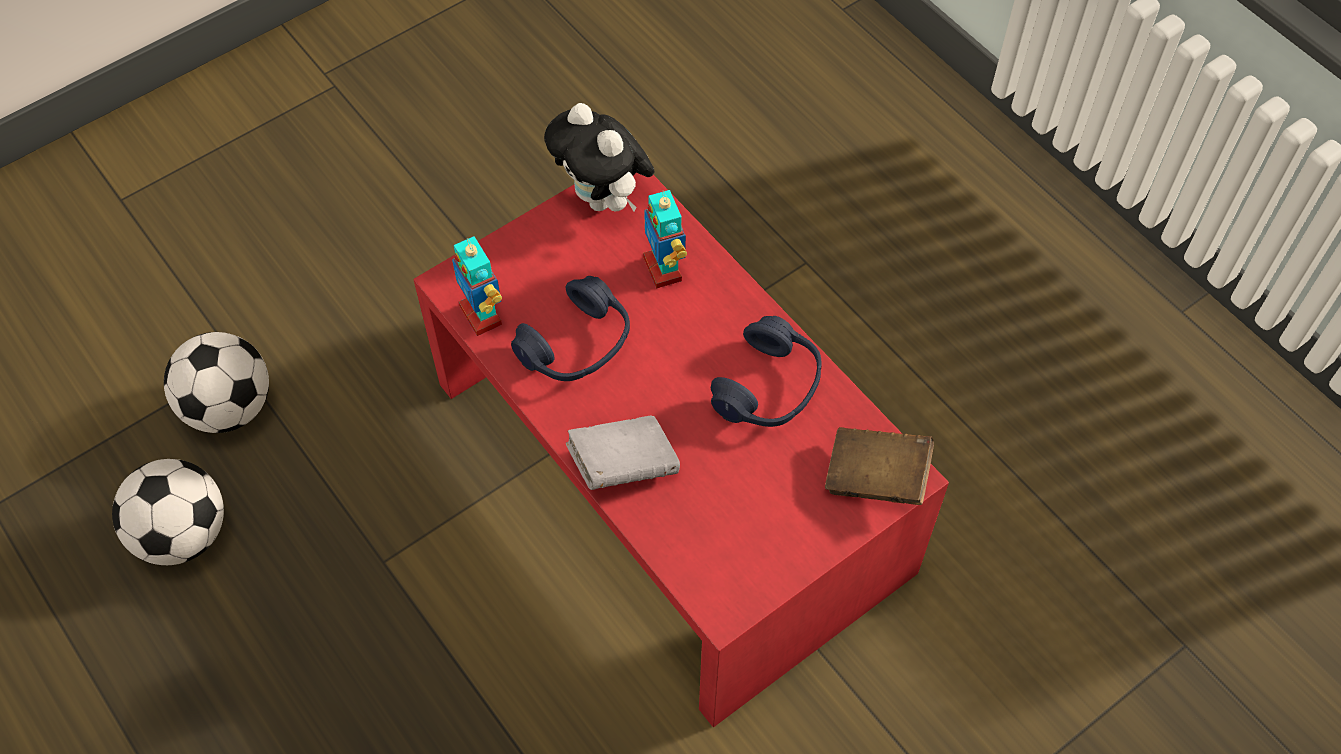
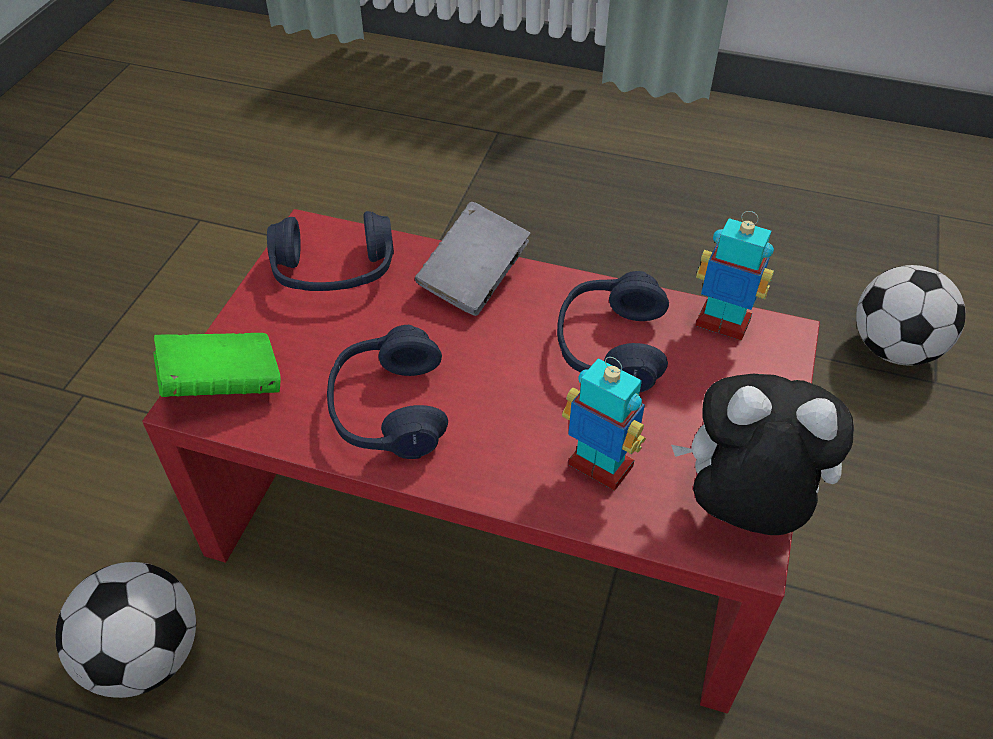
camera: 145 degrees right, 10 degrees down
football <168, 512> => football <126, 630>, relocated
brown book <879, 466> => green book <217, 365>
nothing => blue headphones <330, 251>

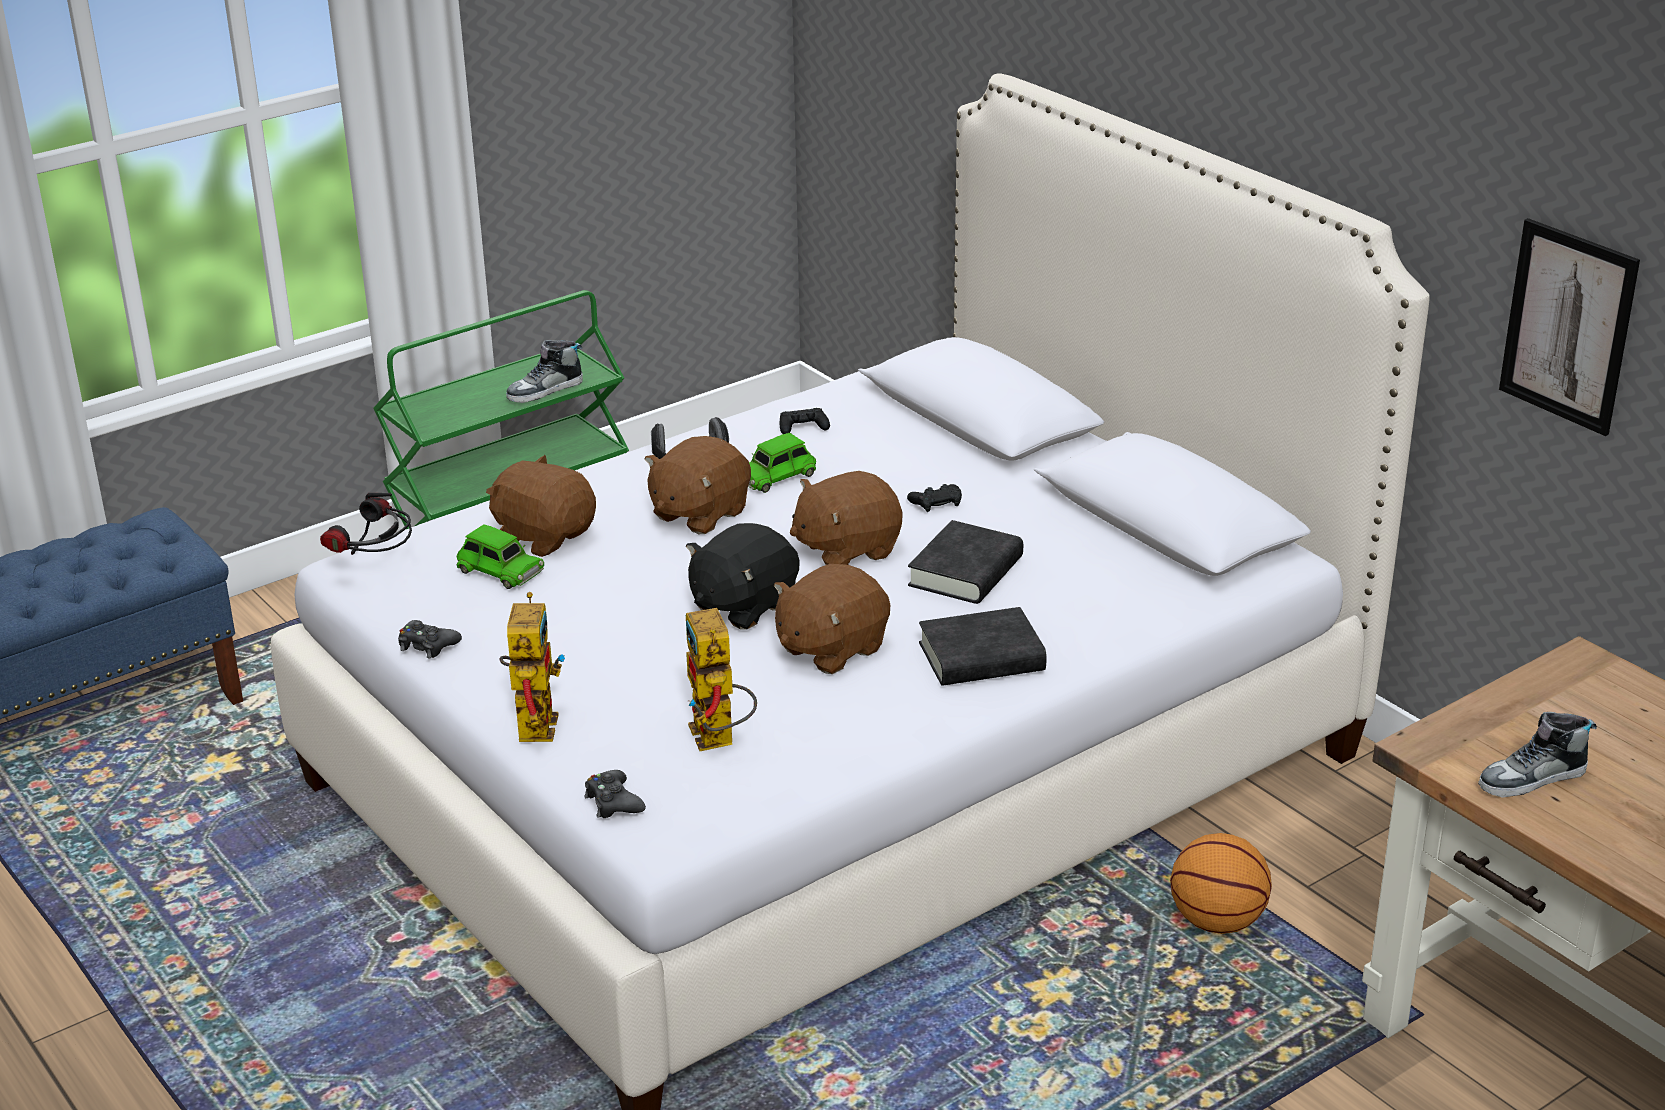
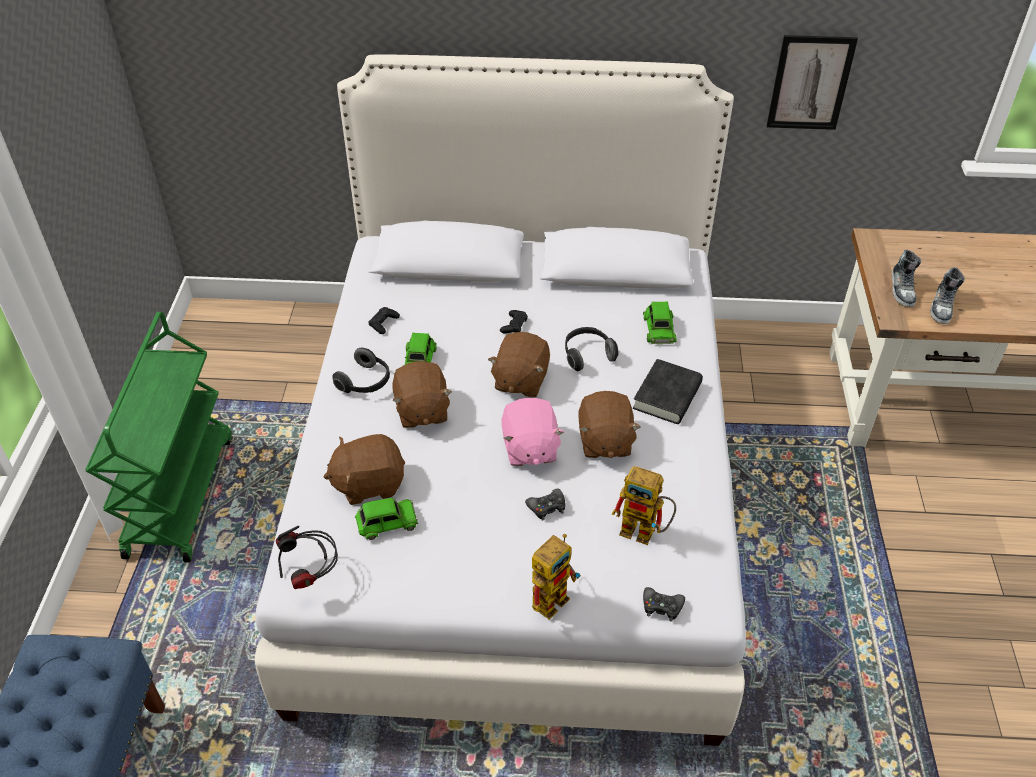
camera: 50 degrees left, 15 degrees up
black game controller <430, 639> => black game controller <545, 504>, relocated
toy robot <532, 667> => toy robot <556, 577>, 90 degrees clockwise
shoe <544, 371> => shoe <906, 278>, relocated
black plush toy <743, 576> => pink plush toy <533, 432>
black book <965, 562> => headphones <592, 349>
basketball <1221, 883> => nothing
nothing => green toy car <660, 323>

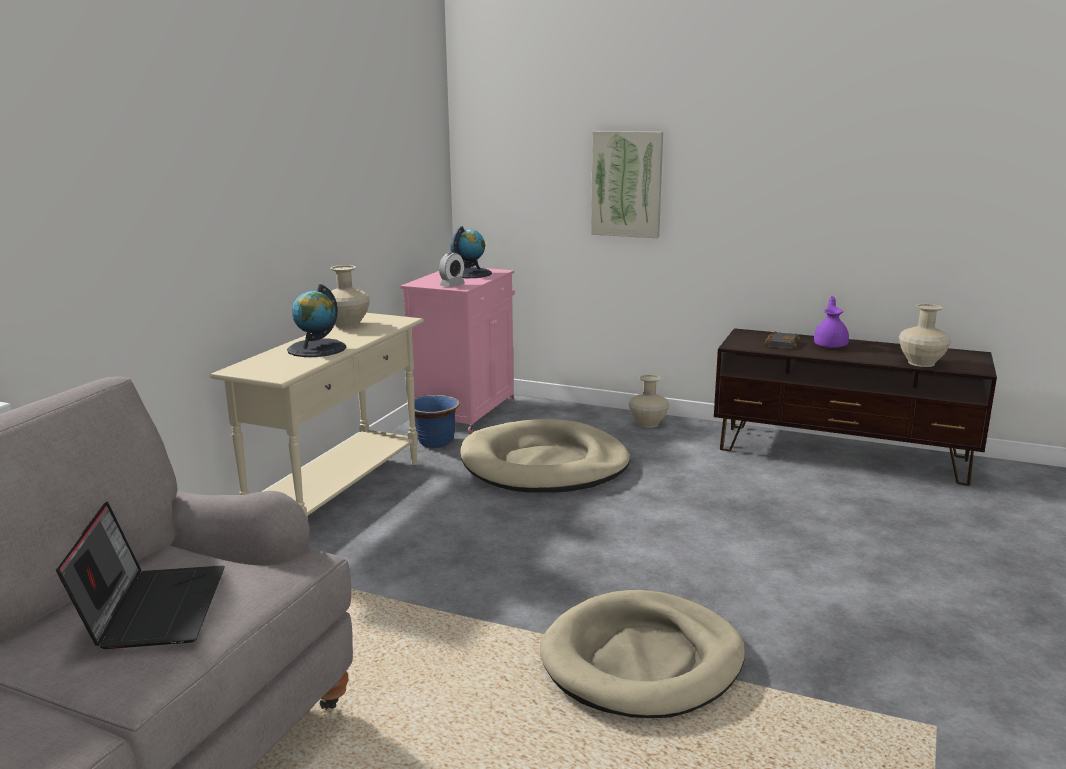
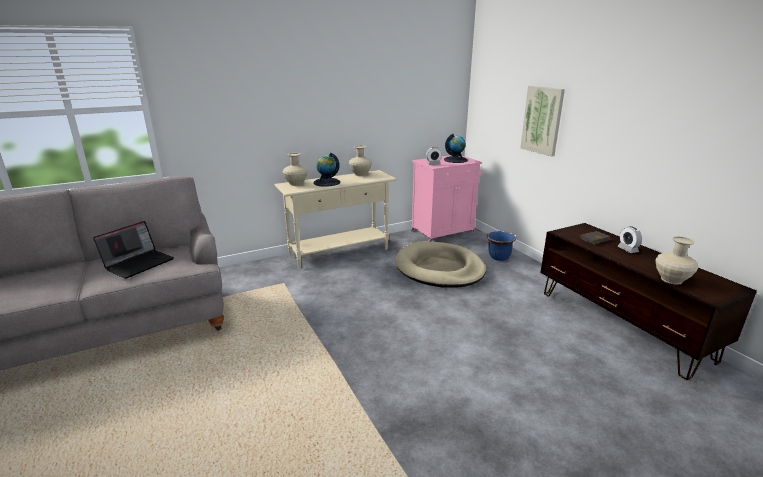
camera: 40 degrees right, 5 degrees up
blue planter <437, 421> => blue planter <501, 246>, relocated
beige dog bed <642, 654> => nothing
beige vase <649, 401> => beige vase <295, 169>, relocated
purple teapot <831, 322> => alarm clock <630, 239>

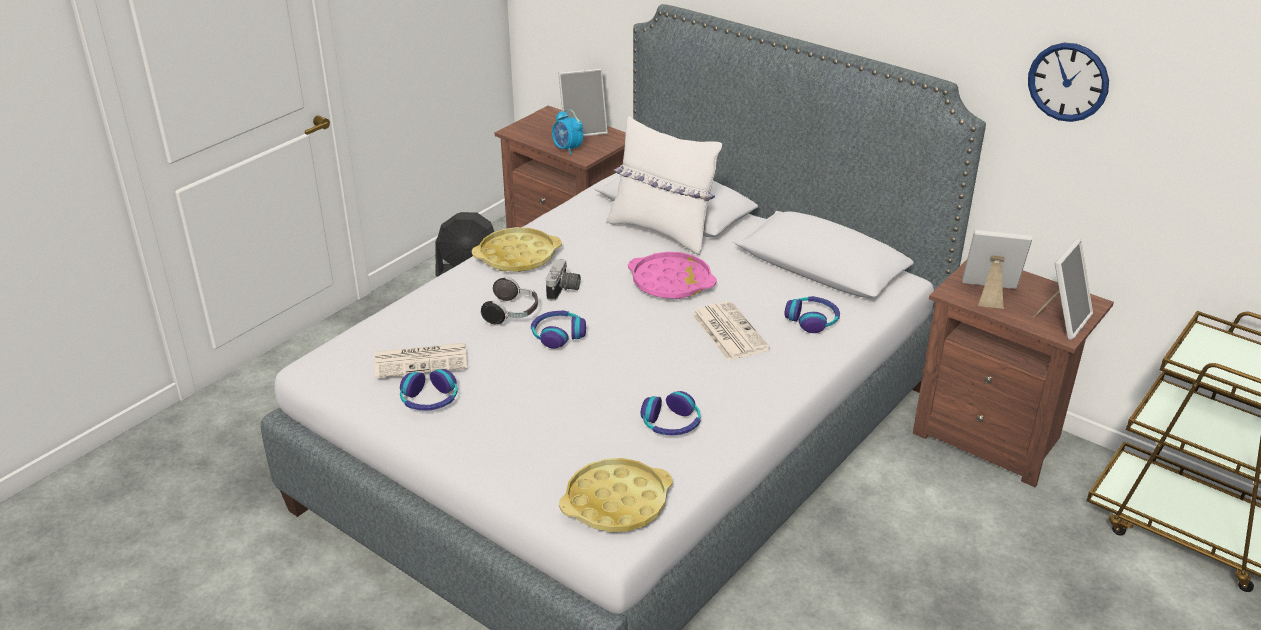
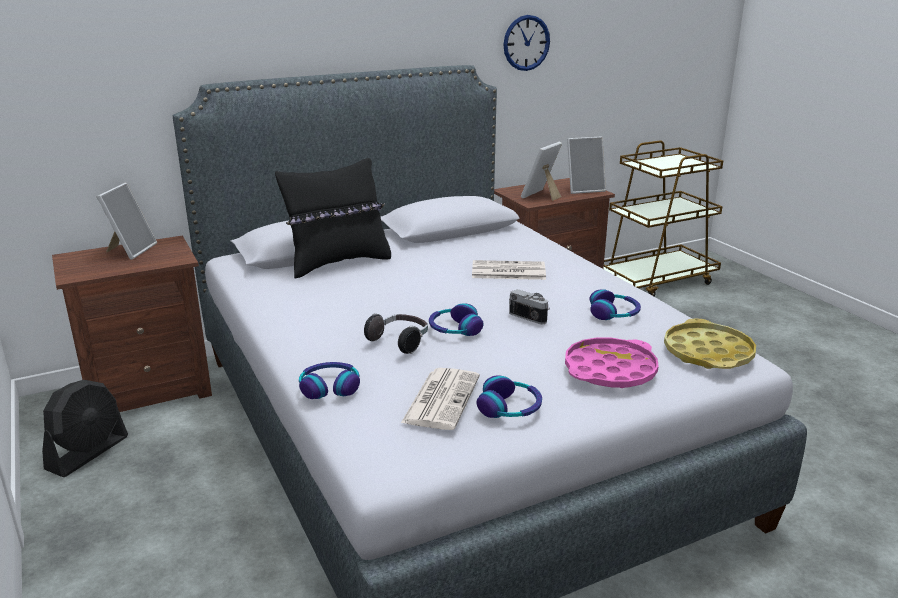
camera: 65 degrees left, 10 degrees down
yellow tray <517, 249> => nothing
photo camera <563, 280> => photo camera <529, 307>, relocated
alarm clock <567, 132> => nothing
white pillow <664, 185> => black pillow <333, 218>
pink tray <672, 275> => pink tray <612, 363>, relocated
headphones <812, 314> => headphones <329, 380>, relocated
picture frame <1063, 289> => picture frame <586, 165>, 105 degrees clockwise

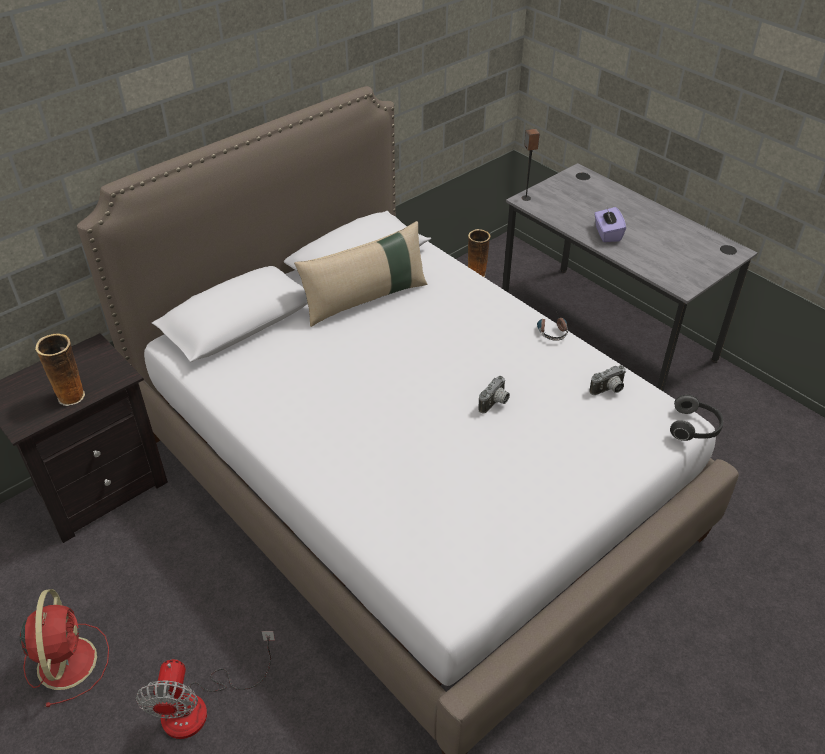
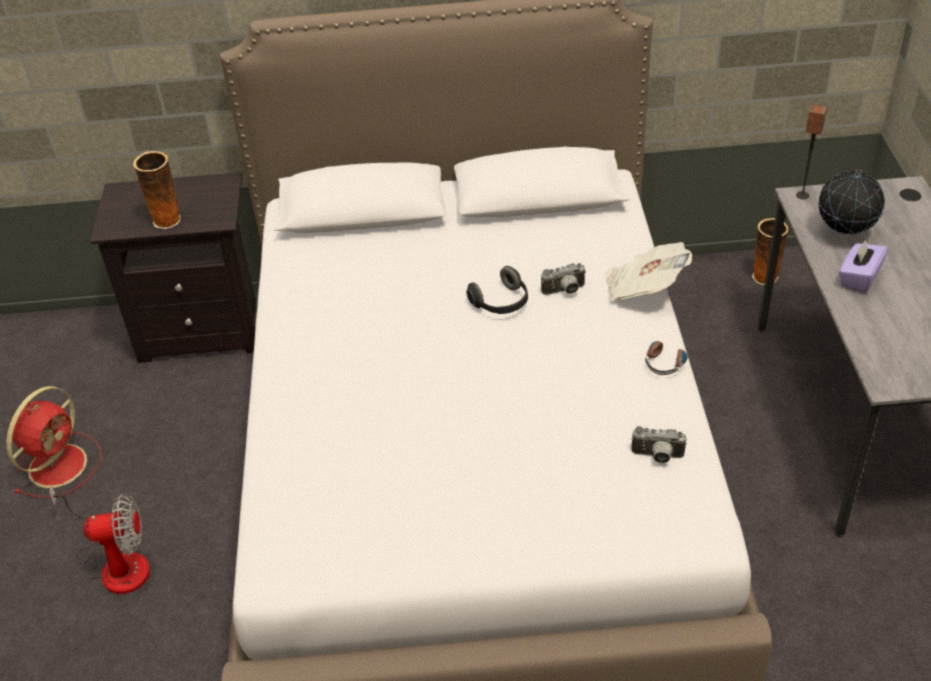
camera: 40 degrees right, 0 degrees up
fan <205, 685> => fan <99, 539>, 135 degrees counterclockwise
beige pillow <360, 274> => nothing
photo camera <494, 394> => photo camera <563, 279>, relocated
headphones <697, 418> => headphones <497, 290>, relocated
nothing => newspaper <648, 271>
nothing => globe <851, 202>

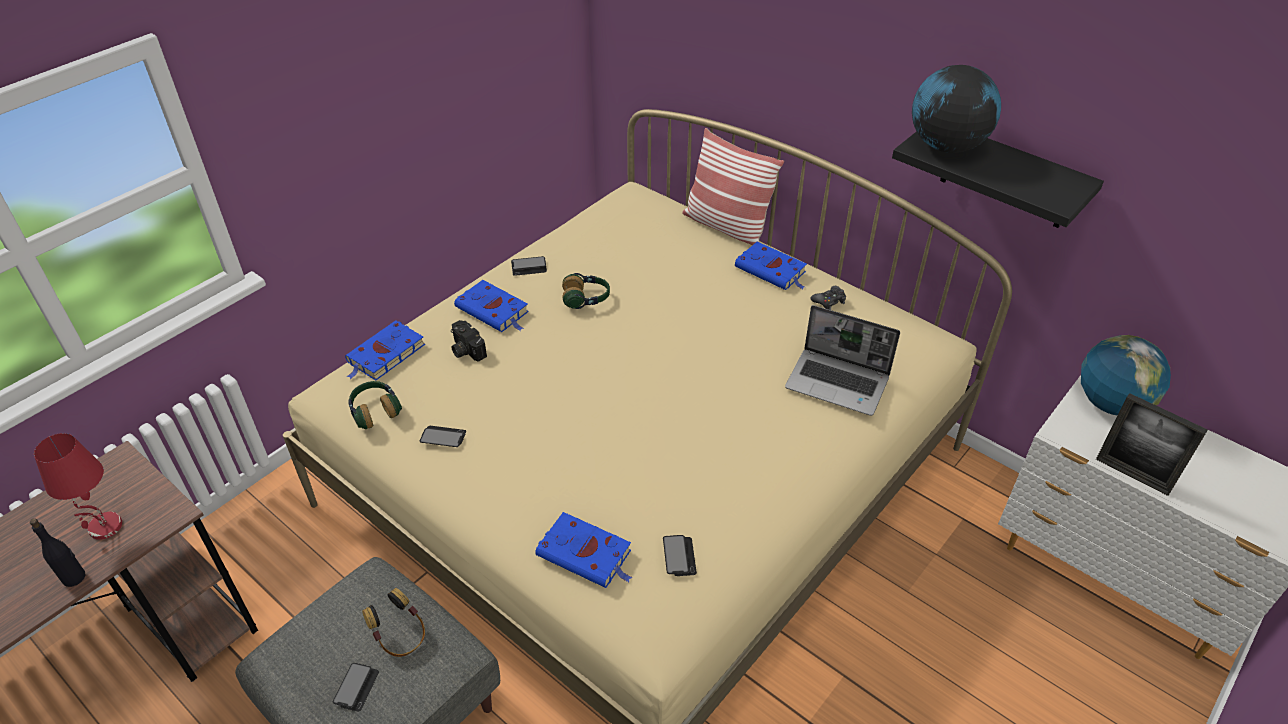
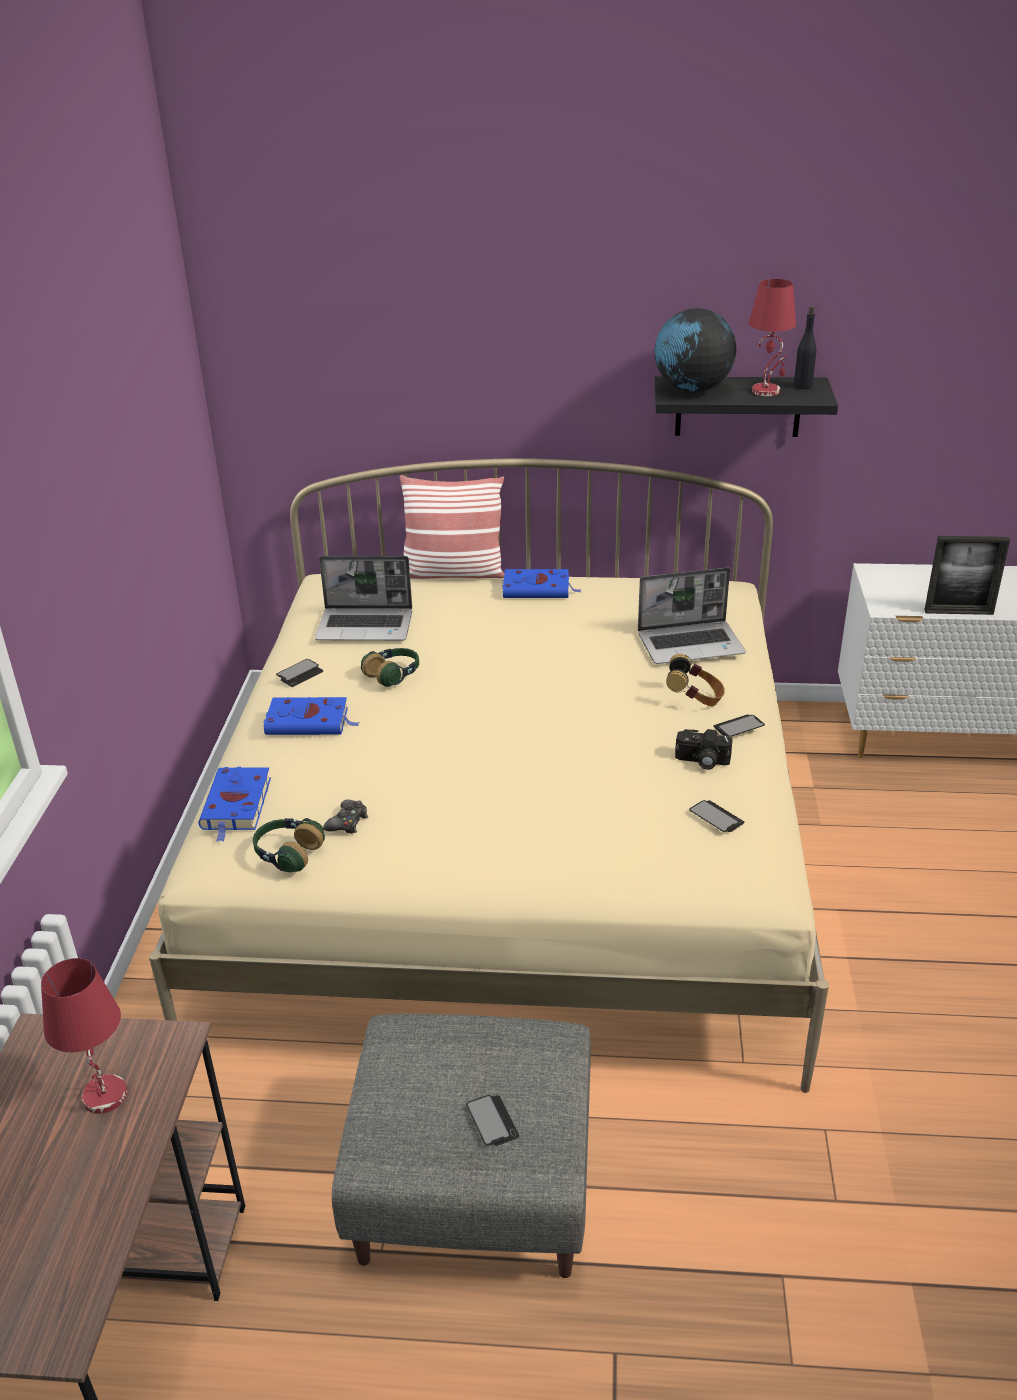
camera: 35 degrees left, 10 degrees down
black bottle <57, 552> => black bottle <805, 347>, relocated
headphones <393, 622> => headphones <695, 680>, relocated
phone <443, 436> => phone <739, 725>, relocated
photo camera <469, 341> => photo camera <704, 749>, relocated
blue book <584, 550> => nothing
black game controller <828, 298> => black game controller <345, 817>, relocated
globe <1126, 375> => nothing
nothing => laptop <363, 598>
nothing => red table lamp <772, 337>

